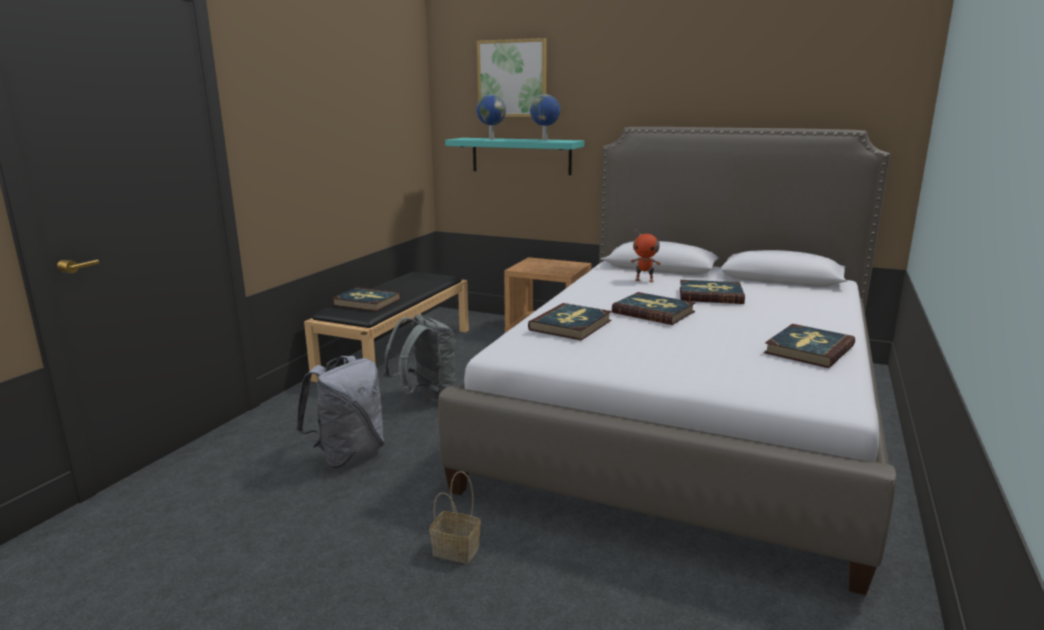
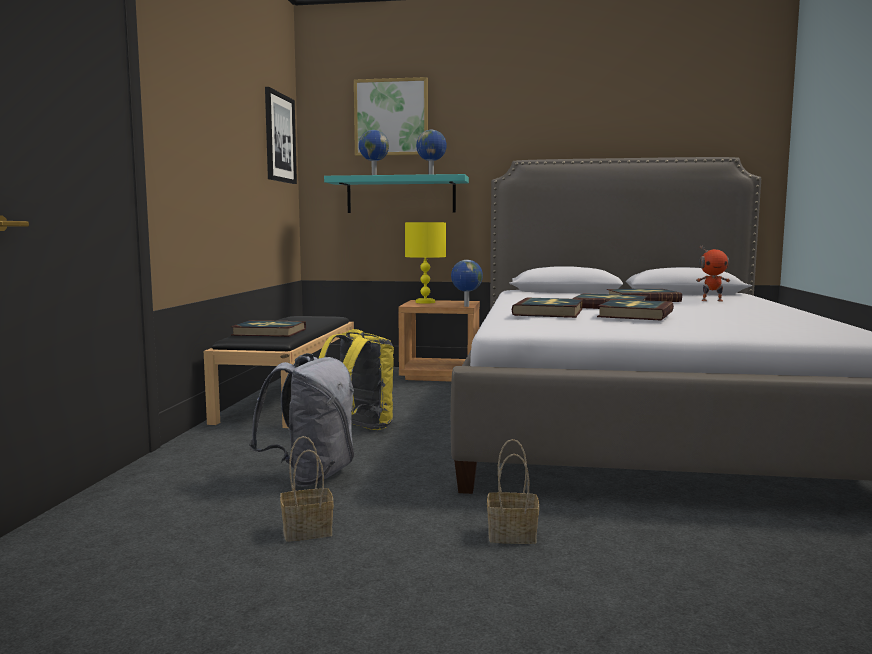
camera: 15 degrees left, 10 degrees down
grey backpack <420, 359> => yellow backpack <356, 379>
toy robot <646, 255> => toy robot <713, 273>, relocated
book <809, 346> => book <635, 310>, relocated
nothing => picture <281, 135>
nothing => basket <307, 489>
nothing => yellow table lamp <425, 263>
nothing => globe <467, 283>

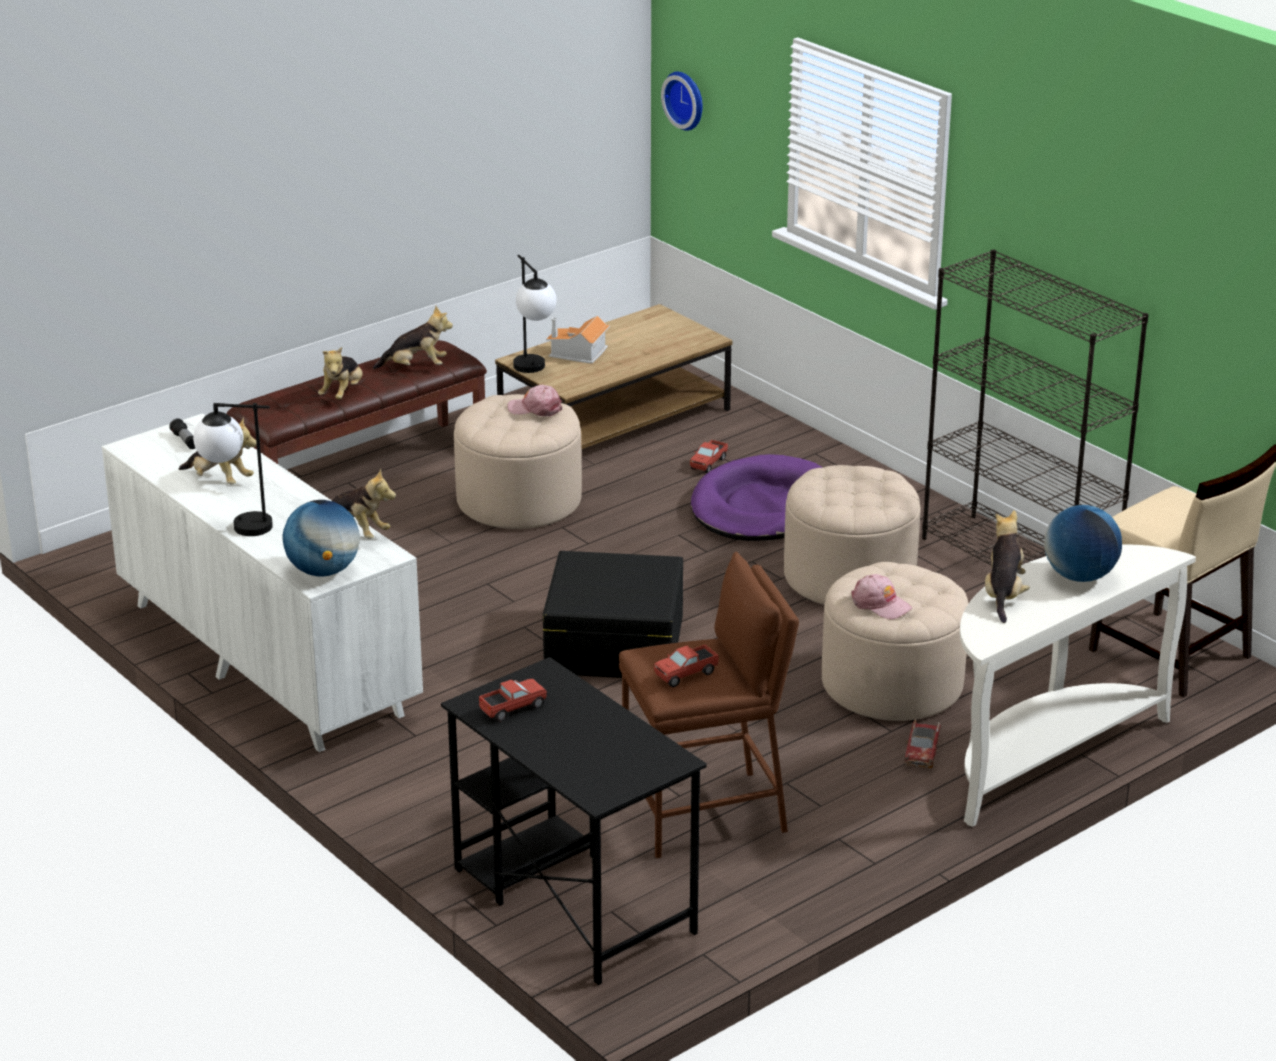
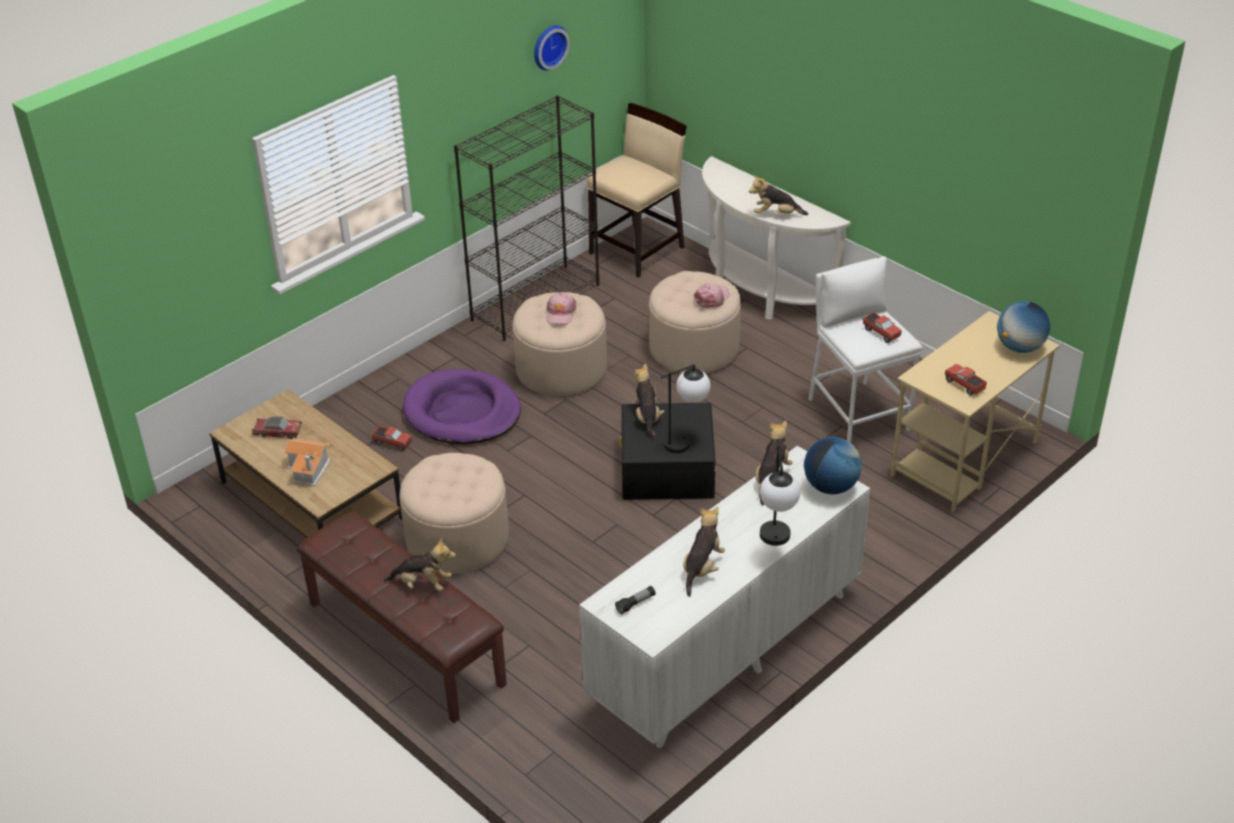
camera: 95 degrees left, 10 degrees up
plush toy <413, 337> => plush toy <649, 401>, relocated
black desk <574, 821> => beige desk <975, 411>
pink cap <534, 401> => pink cap <561, 309>, relocated
table lamp <535, 314> => table lamp <686, 408>, relocated
brown stool <709, 705> => white stool <865, 349>
wall clock <682, 101> => wall clock <552, 48>, relocated
toy car <922, 743> => toy car <277, 427>, relocated
globe <1083, 543> => globe <1023, 327>, relocated

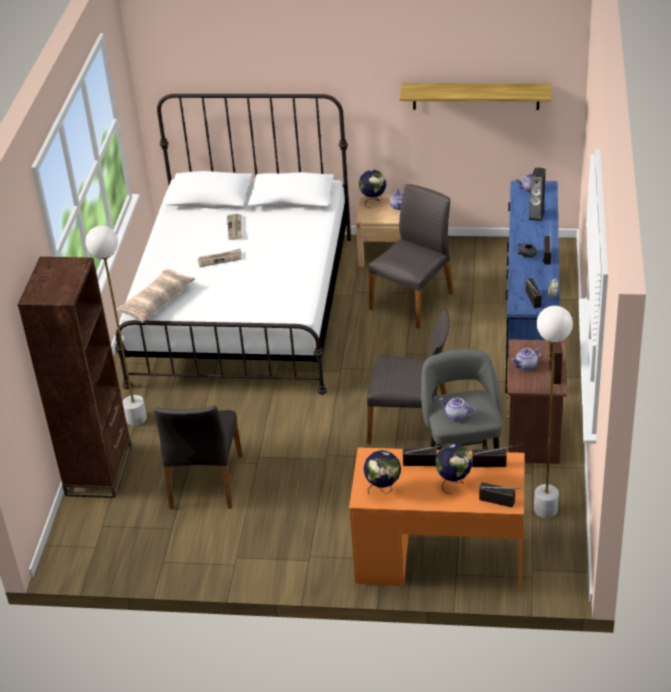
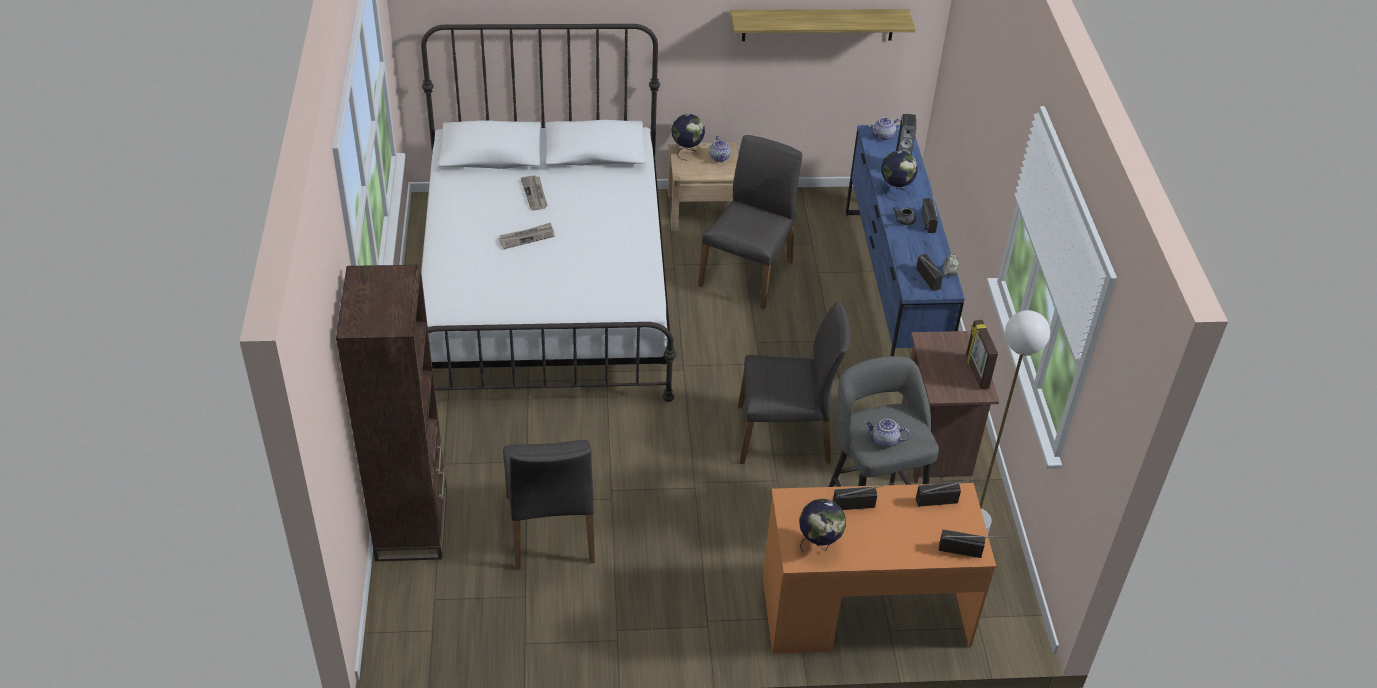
camera: 15 degrees left, 5 degrees up
white floor lamp <116, 325> => nothing
pillow <155, 295> => nothing
globe <453, 469> => globe <899, 176>, relocated
teapot <526, 359> => nothing

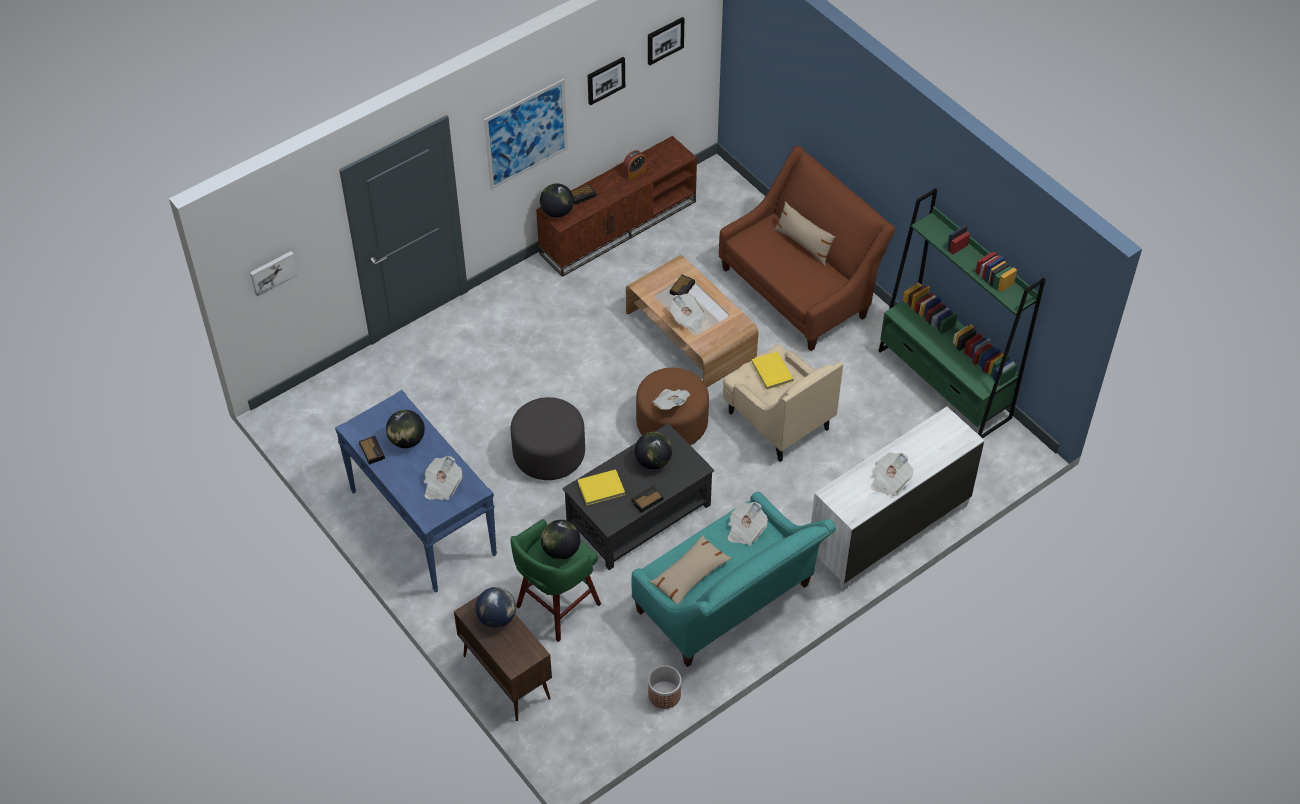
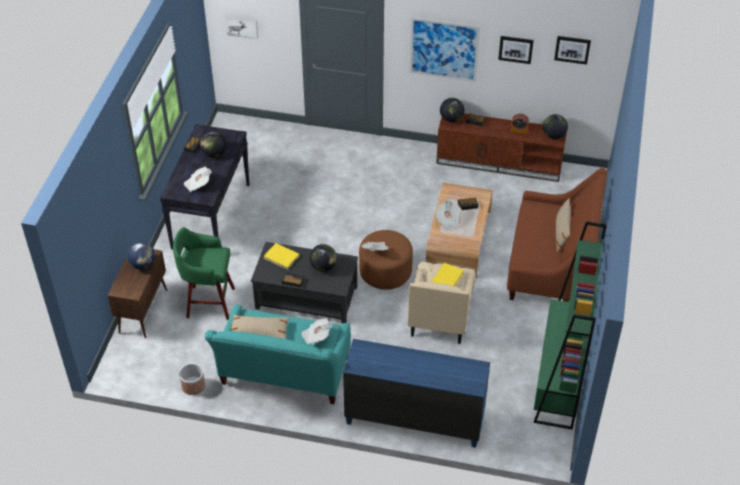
camera: 50 degrees right, 5 degrees down
blue console table <416, 491> => black console table <205, 186>
grey ottoman <548, 438> => nothing
globe <561, 540> => globe <555, 126>, relocated
white dresser <898, 499> => blue dresser <416, 393>
newspaper <892, 474> => nothing

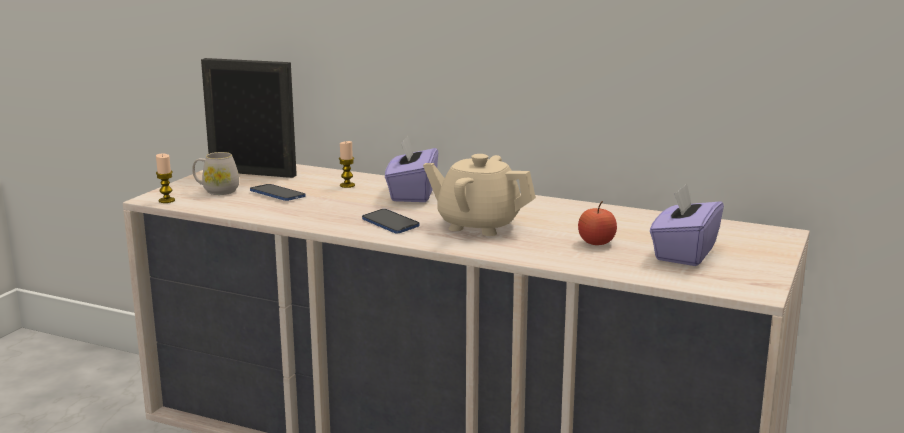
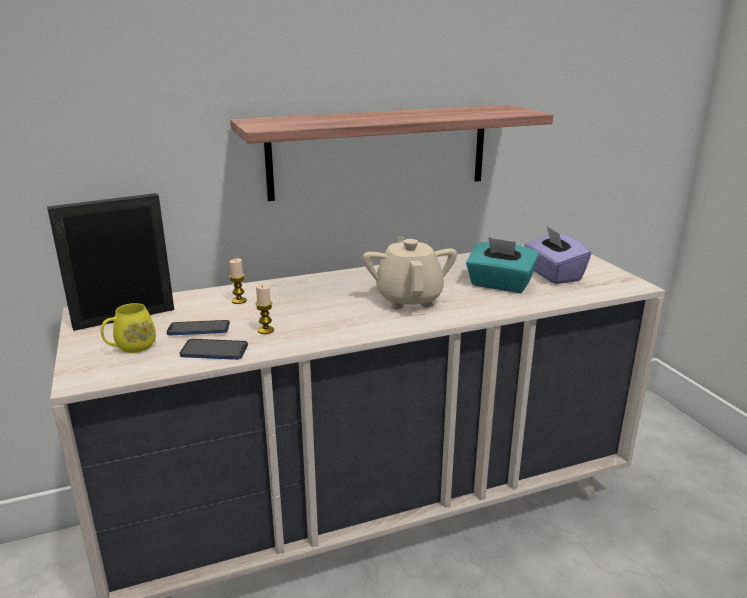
camera: 45 degrees left, 5 degrees up
candle <165, 178> => candle <265, 309>, relocated
white mug <215, 173> => yellow mug <128, 328>
phone <391, 221> => phone <214, 349>, relocated
purple tissue box <411, 168> => nothing
beige teapot <479, 195> => beige teapot <410, 273>, 105 degrees clockwise
apple <597, 223> => turquoise tissue box <502, 265>
nothing => shelf <391, 153>

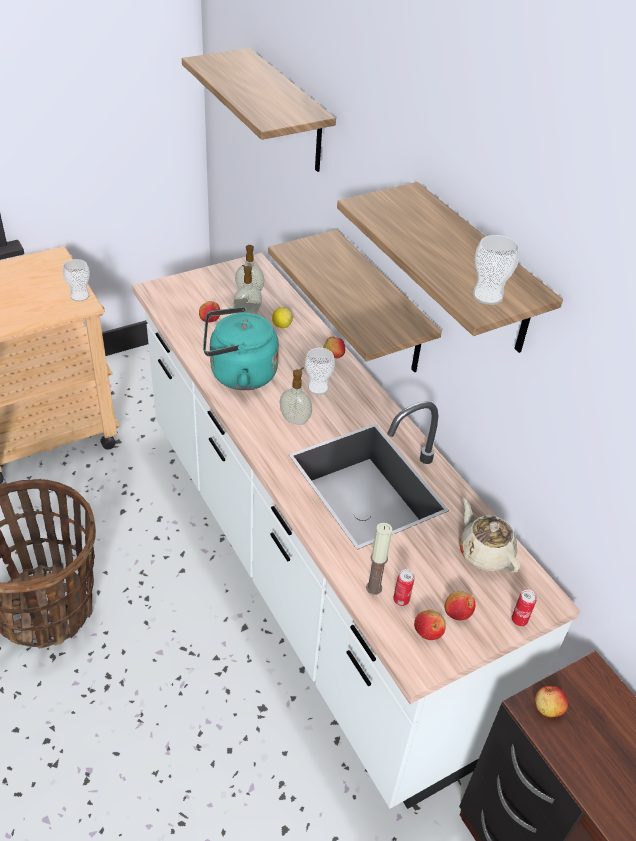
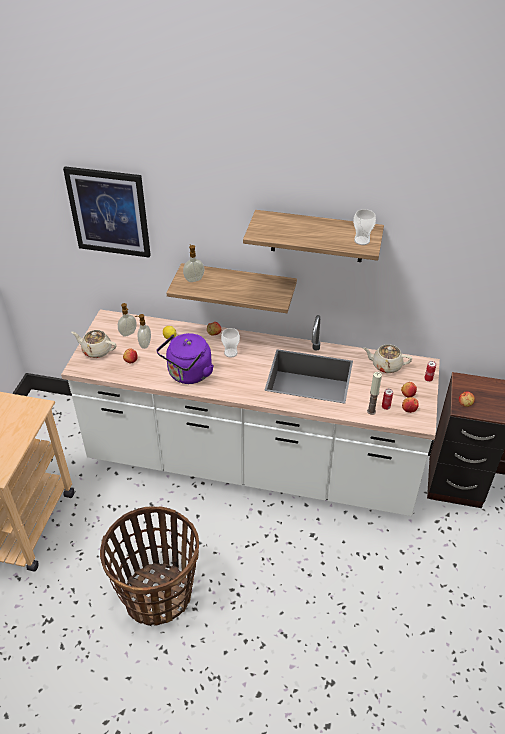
camera: 45 degrees left, 0 degrees up
cup <76, 280> => nothing
shelf <259, 110> => picture <107, 212>
turquoise kettle <241, 348> => purple kettle <185, 358>
soap dispenser <295, 396> => soap dispenser <193, 263>, relocated
nothing => beige teapot <94, 344>

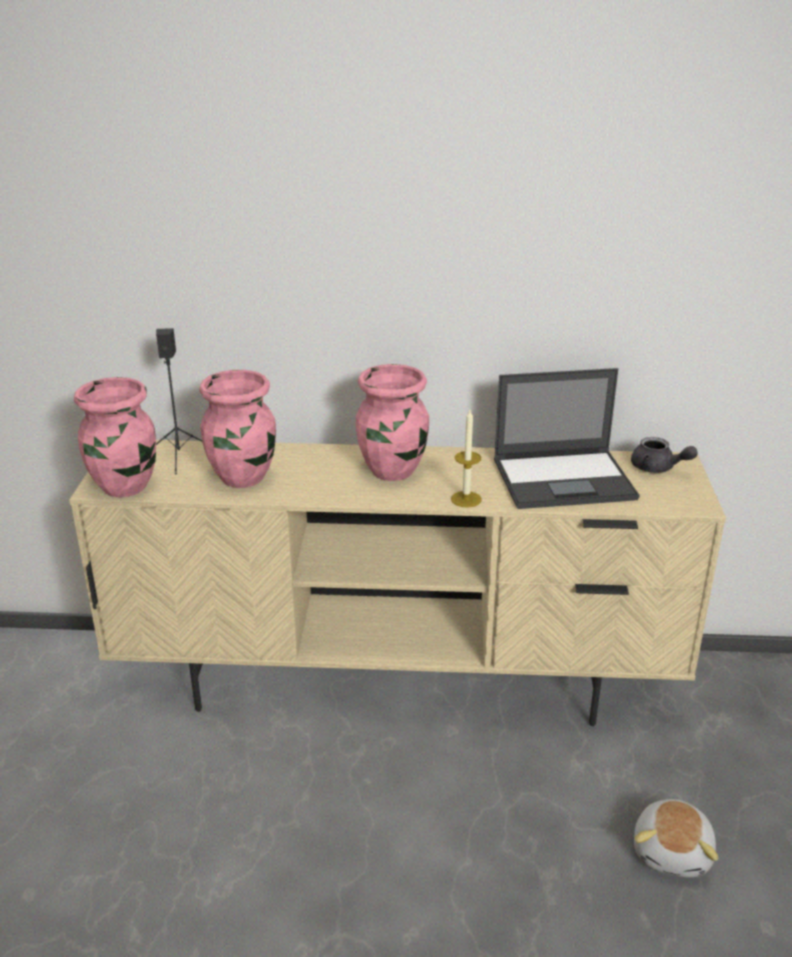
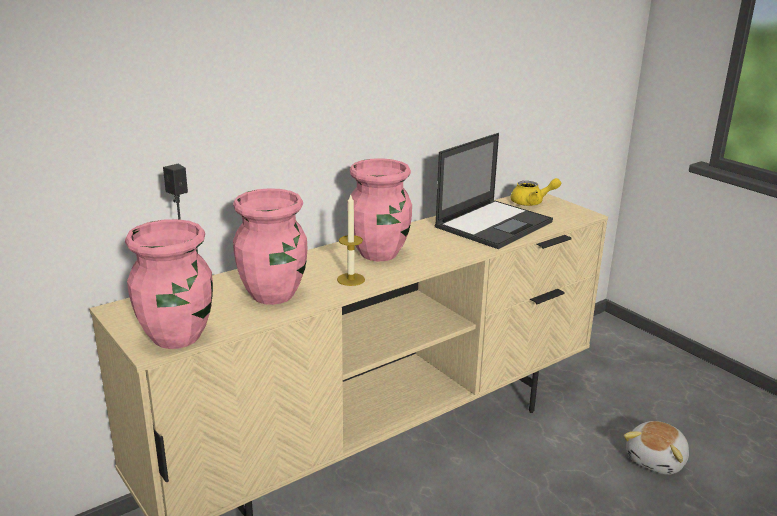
camera: 40 degrees left, 5 degrees down
candle <466, 459> => candle <351, 240>, relocated
grey teapot <664, 455> => yellow teapot <536, 192>
plush toy <676, 838> => plush toy <656, 448>, 60 degrees clockwise

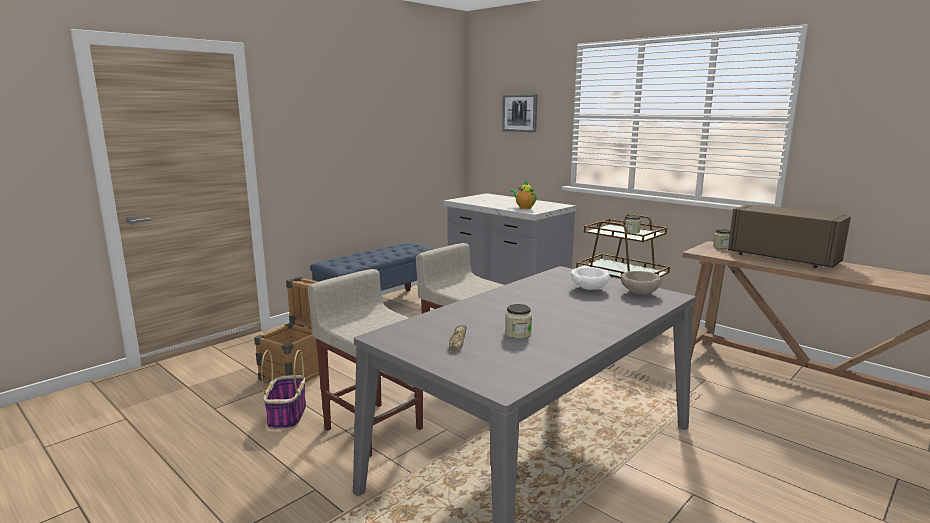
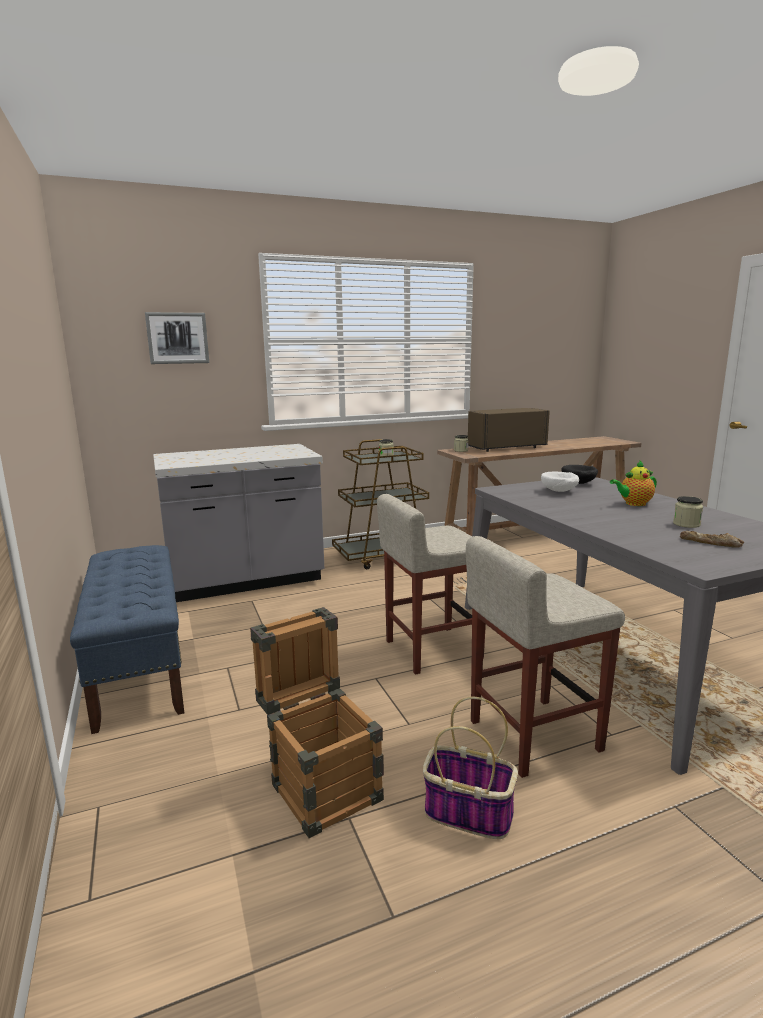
camera: 65 degrees left, 0 degrees up
teapot <523, 195> => teapot <633, 483>, relocated
beige bowl <641, 283> => black bowl <580, 474>

